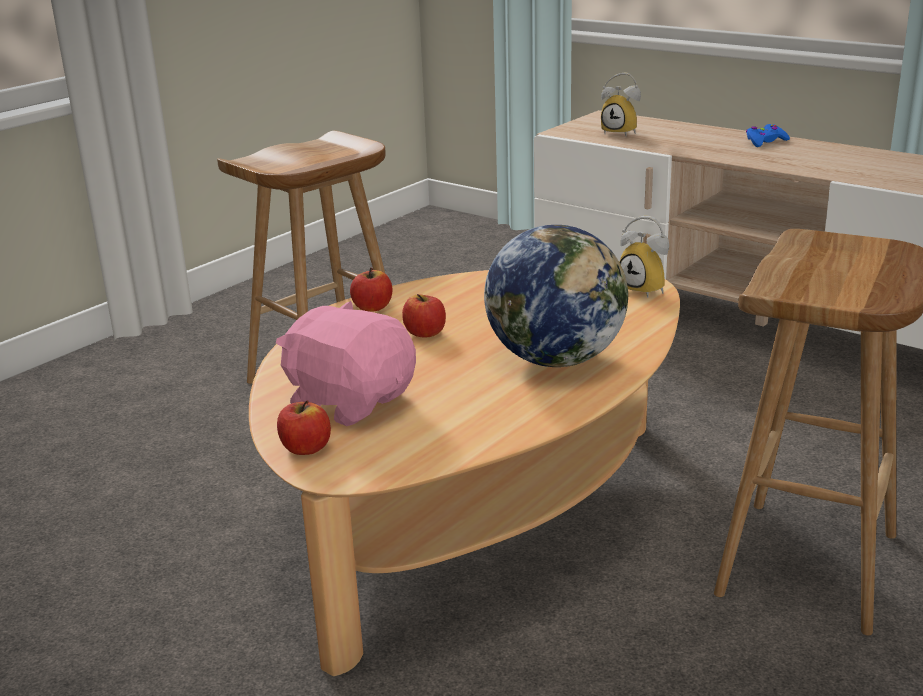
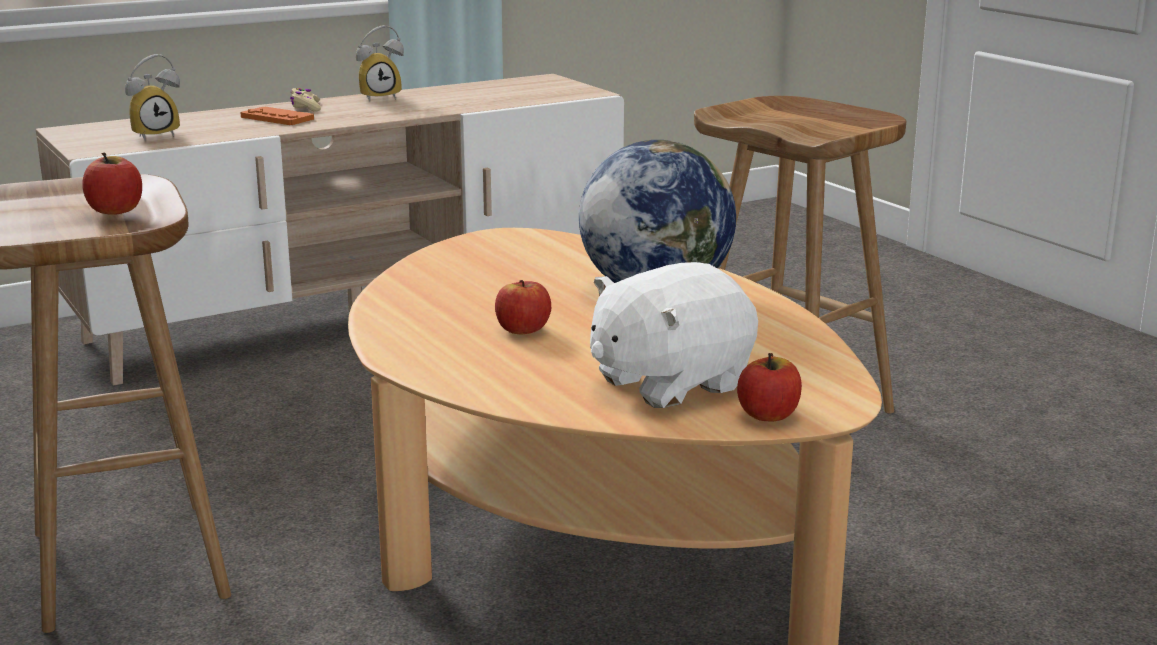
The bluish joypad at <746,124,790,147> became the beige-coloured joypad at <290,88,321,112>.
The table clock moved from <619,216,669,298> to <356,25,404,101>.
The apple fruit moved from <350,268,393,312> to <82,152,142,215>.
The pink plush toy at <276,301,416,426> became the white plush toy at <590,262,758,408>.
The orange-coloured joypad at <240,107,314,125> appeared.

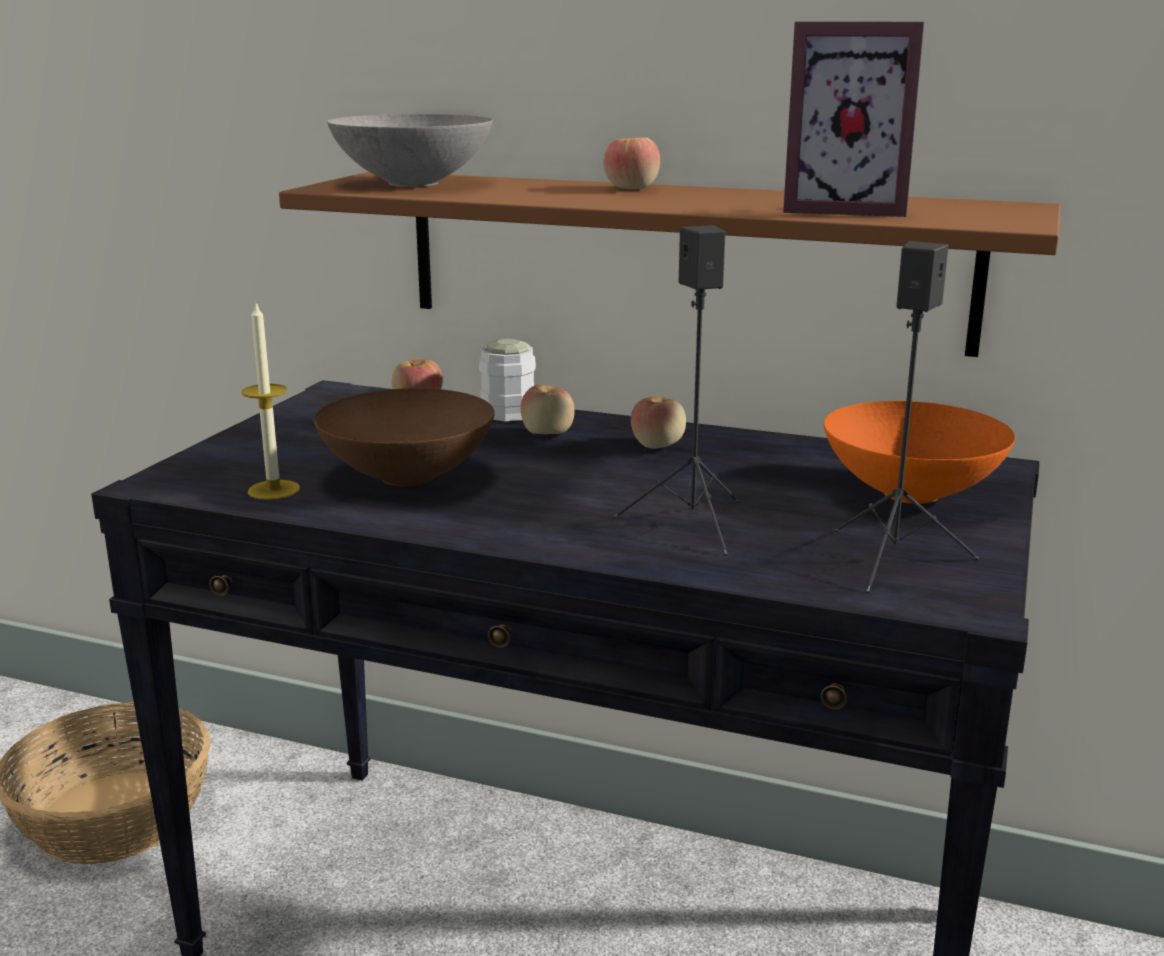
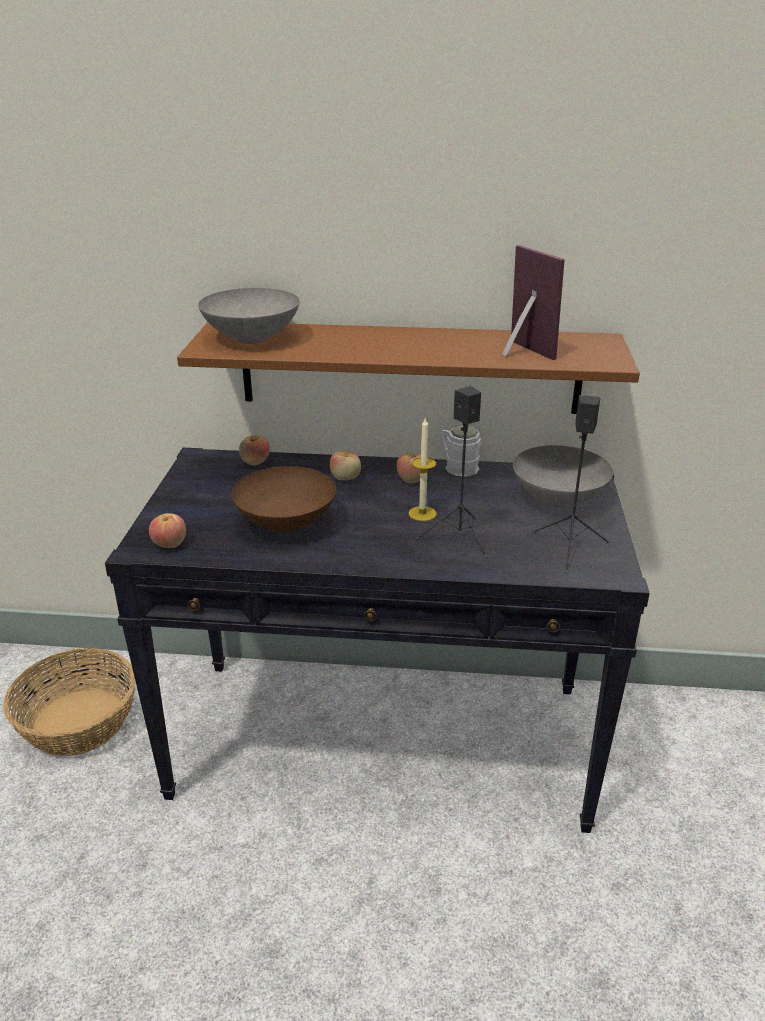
The standing frame at <783,22,924,217> turned 120 degrees counterclockwise.
The apple fruit moved from <604,137,660,189> to <149,513,186,548>.
The wax candle moved from <241,301,300,500> to <409,418,437,521>.
The white mug moved from <479,339,536,421> to <438,425,481,476>.
The orange-coloured bowl at <824,401,1015,504> became the greyish bowl at <513,445,613,507>.

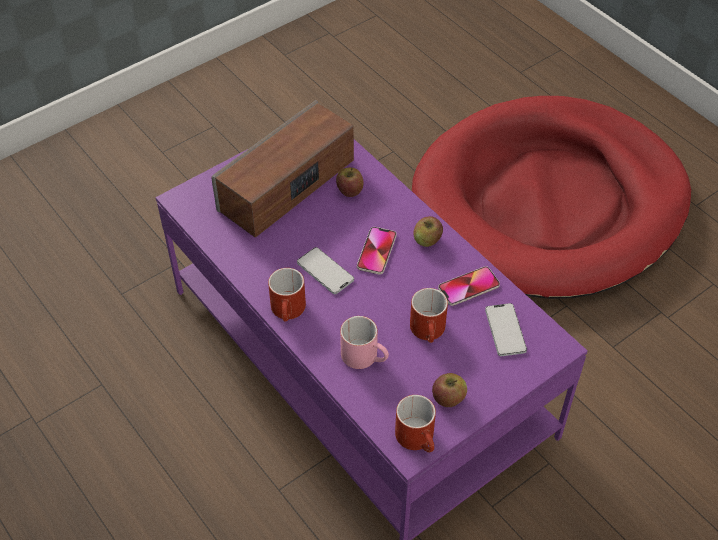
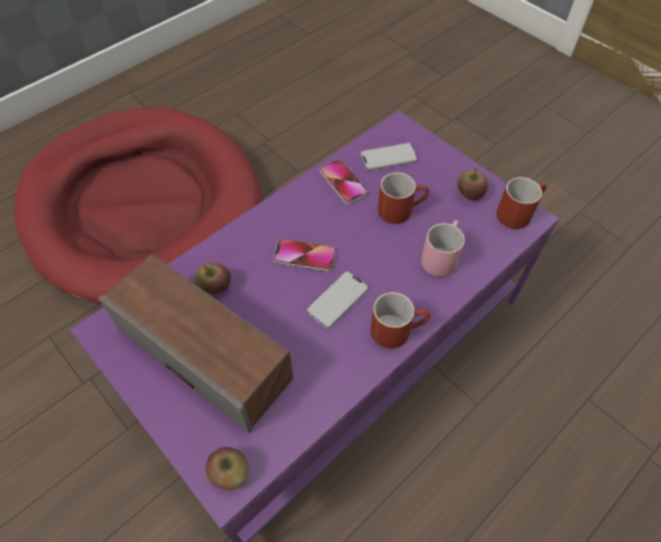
The apple fruit moved from <413,216,443,247> to <206,447,248,490>.

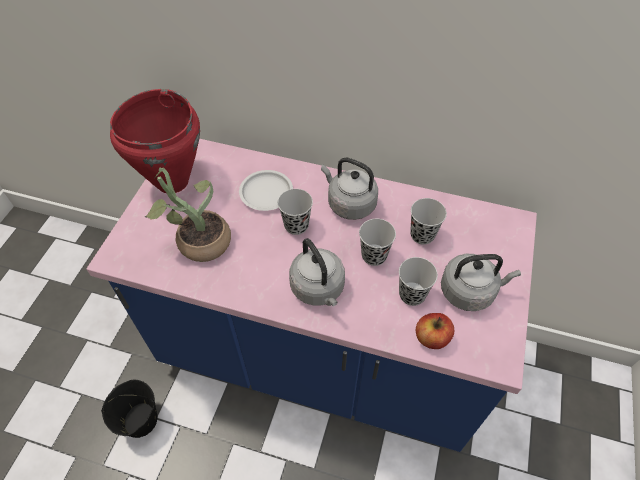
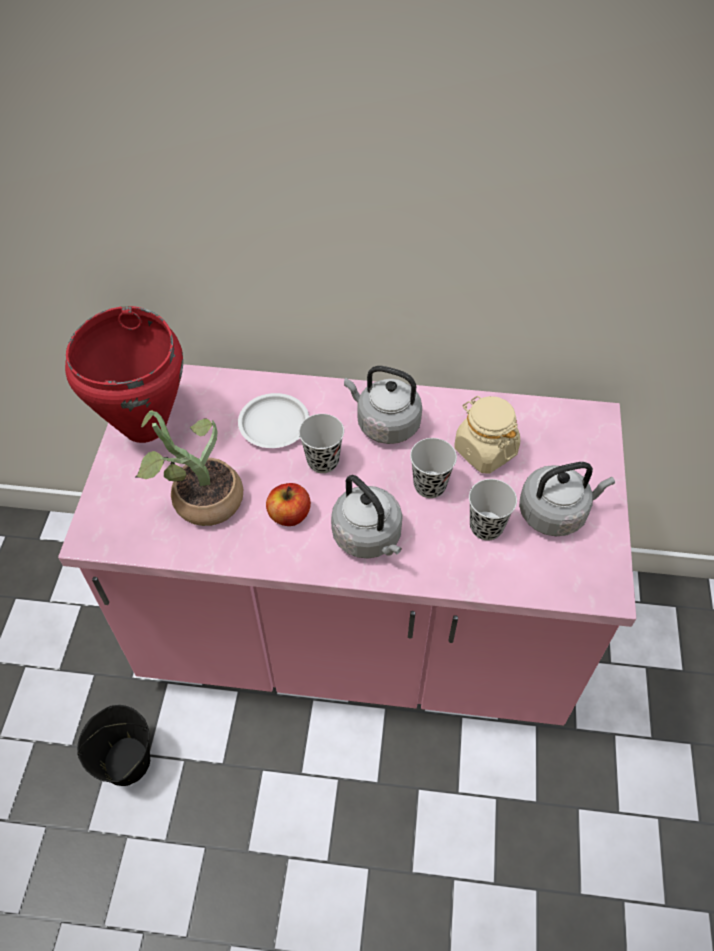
The bluish counter at <87,139,537,452> became the pink counter at <58,364,636,725>.
The blackish small cup at <410,198,447,245> was replaced by the beige-coloured jar at <454,396,520,474>.
The apple fruit moved from <416,313,454,349> to <266,483,311,526>.

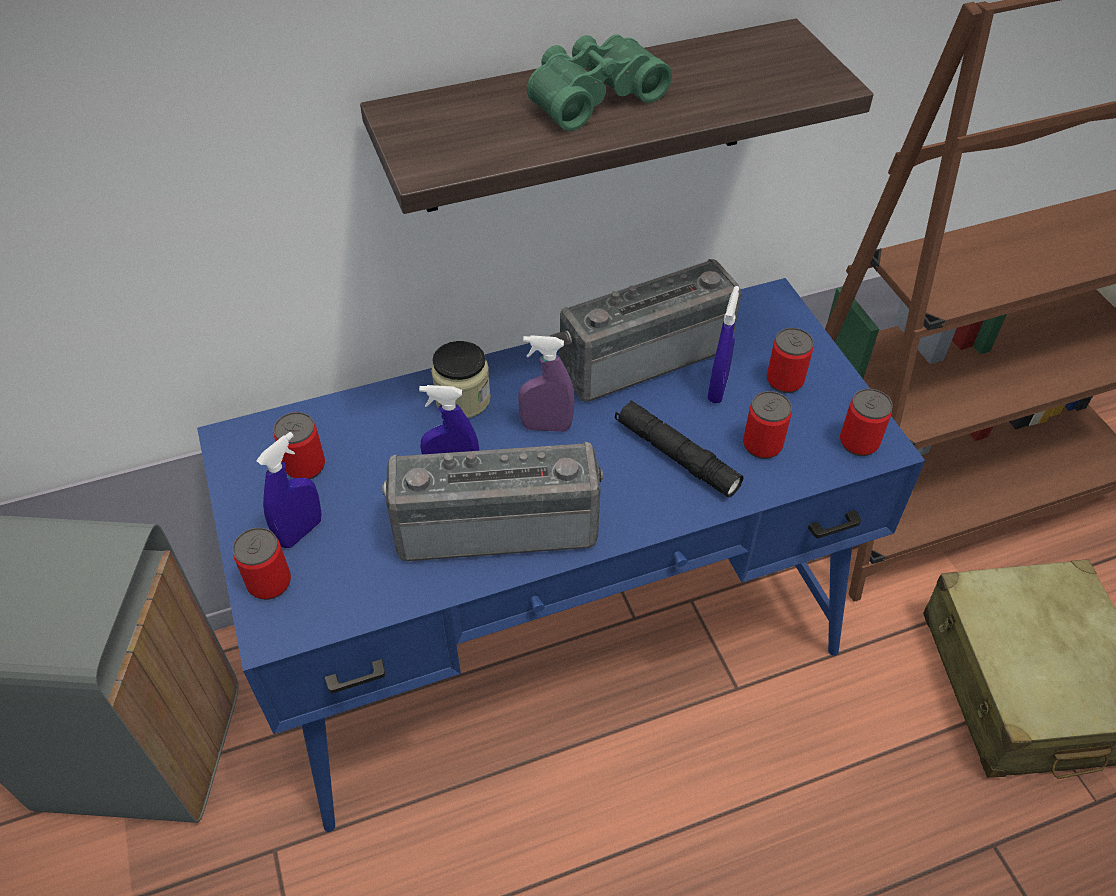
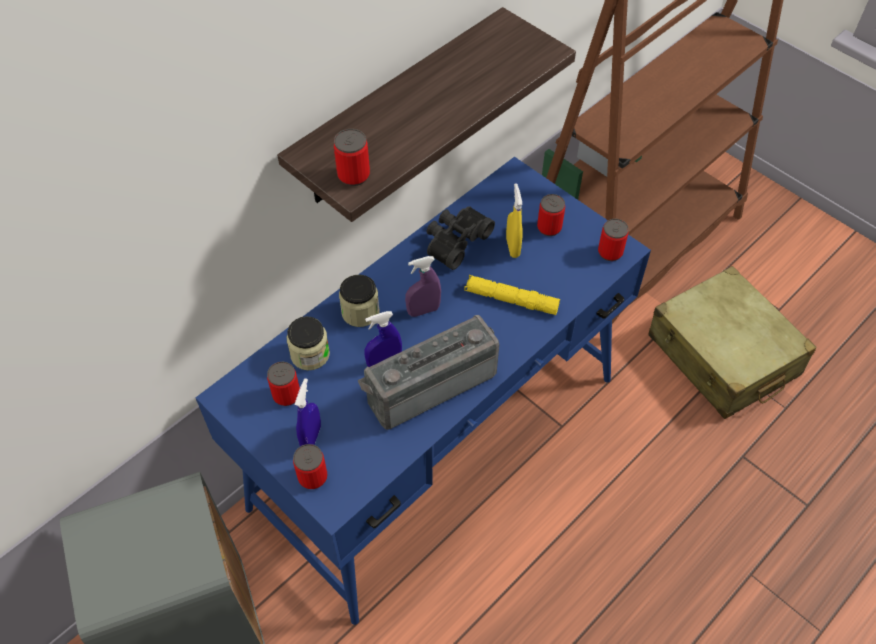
The greenish binoculars at <527,34,672,131> disappeared.
The radio receiver at <550,259,741,402> was replaced by the blackish binoculars at <427,206,495,270>.
The bluish spray bottle at <707,286,739,404> became the yellowish spray bottle at <506,183,523,258>.
The sealed can moved from <743,391,792,459> to <334,129,370,186>.
The blackish hand torch at <615,400,744,498> became the yellowish hand torch at <464,275,560,315>.
The jar at <287,316,330,370> appeared.

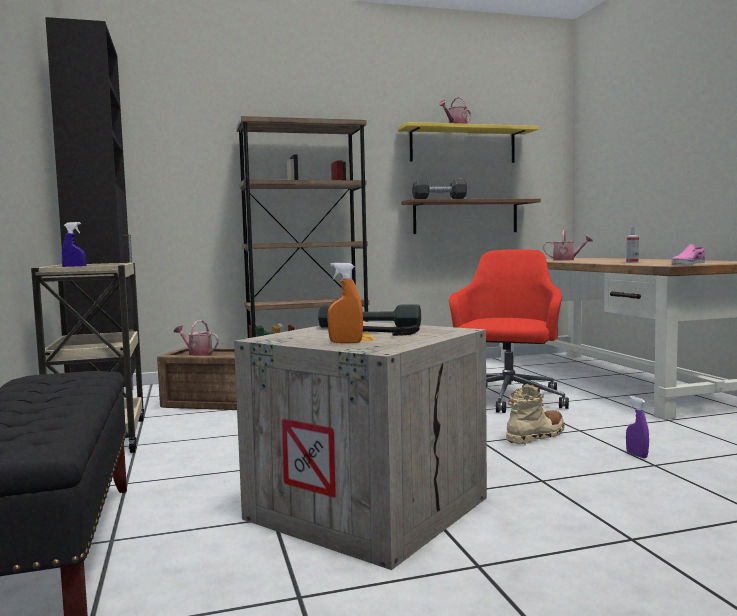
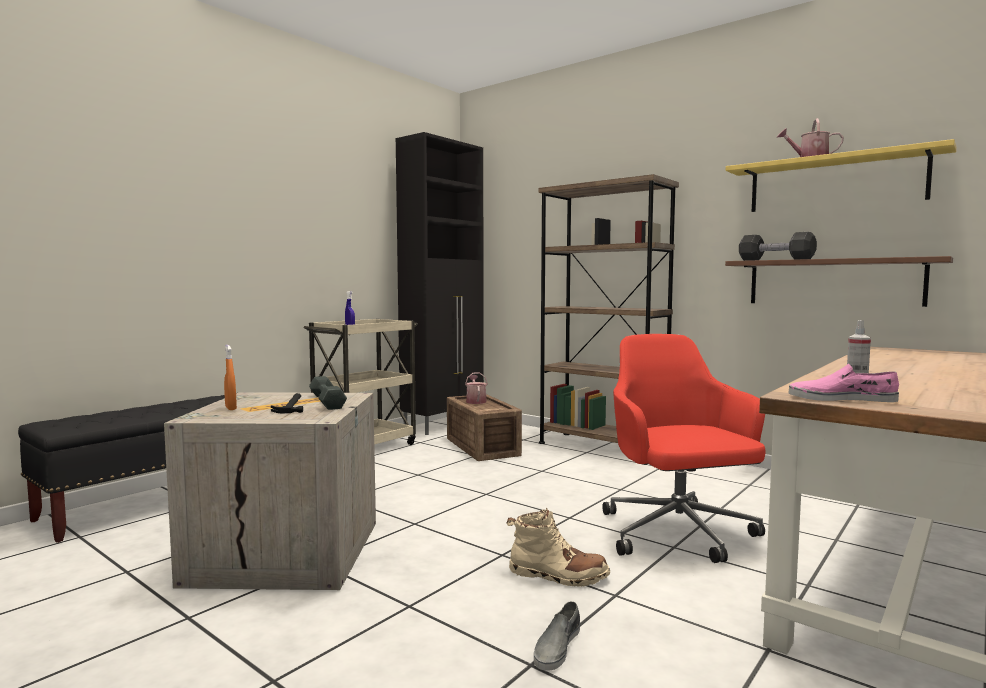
The sprinkling can at <543,230,593,261> disappeared.
The red desk chair at <449,249,569,413> turned 90 degrees counterclockwise.
The purple-coloured spray bottle at <626,396,649,458> was replaced by the greyish item of footwear at <534,601,580,671>.

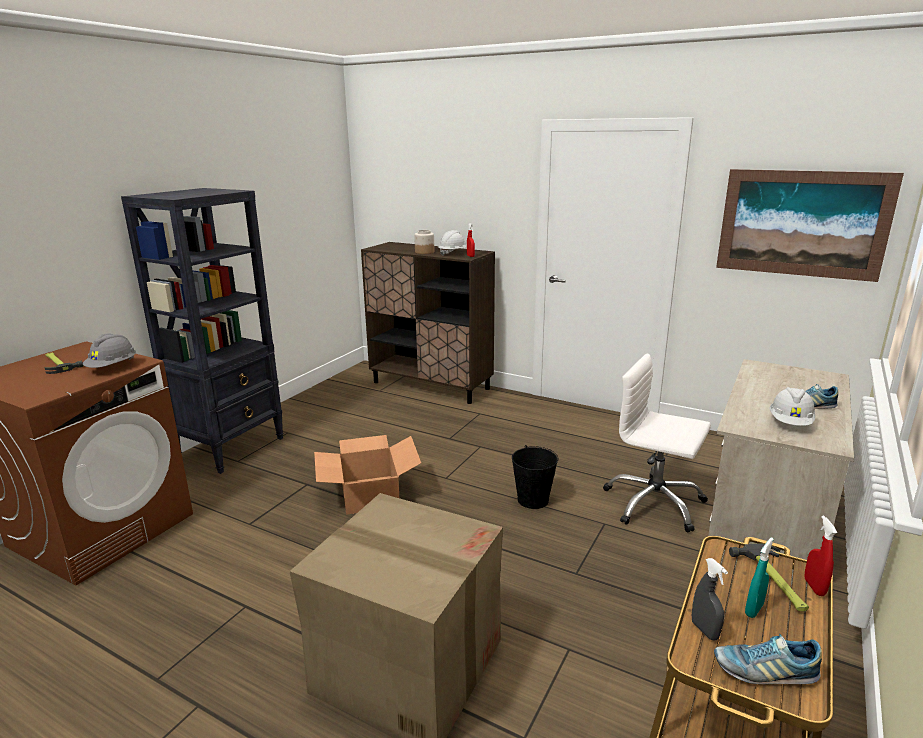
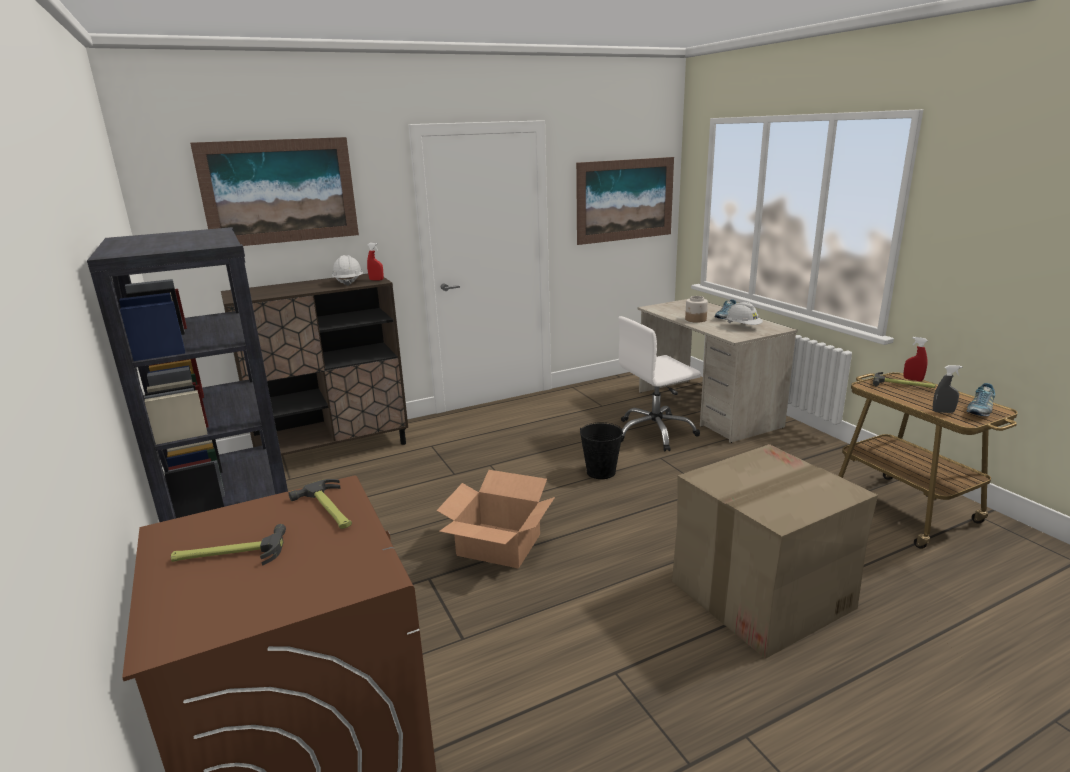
The jar moved from <414,230,434,254> to <685,296,708,323>.
The greyish hard hat at <83,333,136,368> was replaced by the hammer at <289,479,352,529>.
The turquoise spray bottle at <745,537,774,618> disappeared.
The wall art at <190,137,359,246> appeared.

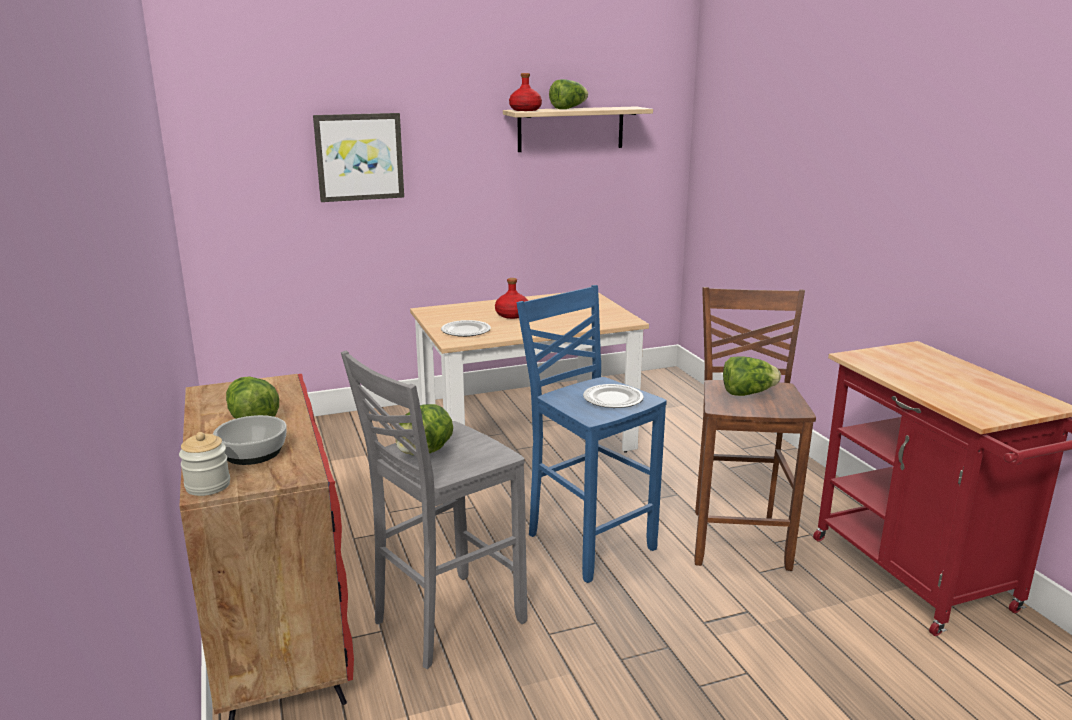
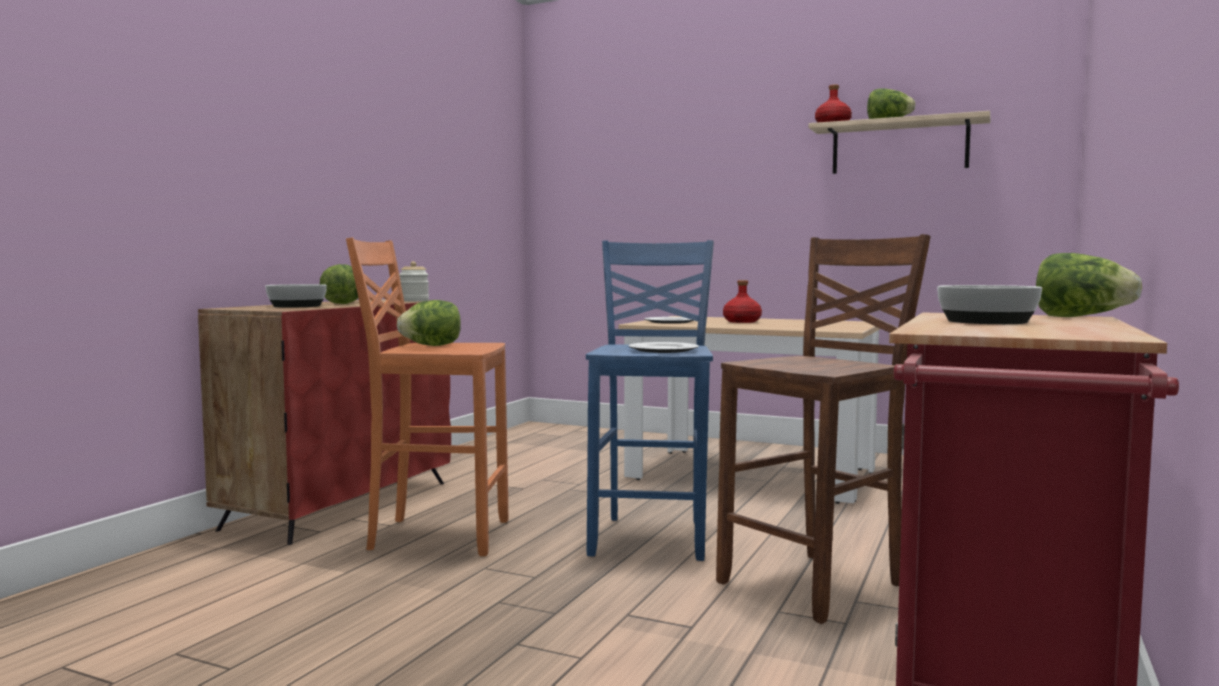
The wall art at <313,113,404,202> disappeared.
The greyish stool at <341,350,527,669> became the orange-coloured stool at <346,237,508,556>.
The head of lettuce moved from <723,356,781,396> to <1036,253,1142,317>.
The jar moved from <179,432,230,496> to <399,261,429,301>.
The bowl at <937,285,1042,324> appeared.

